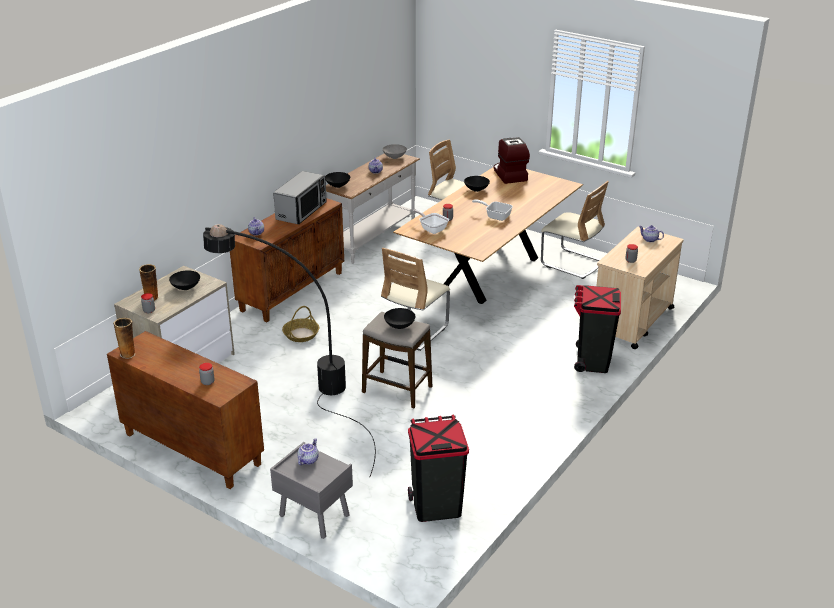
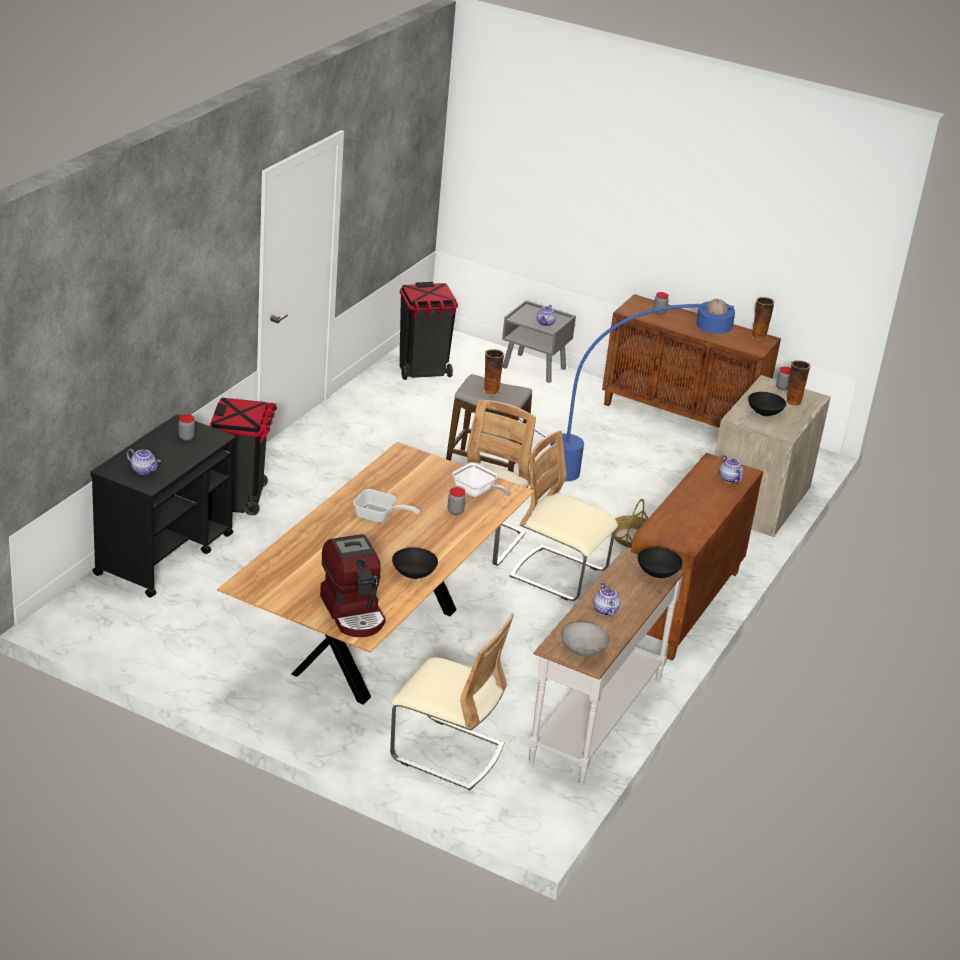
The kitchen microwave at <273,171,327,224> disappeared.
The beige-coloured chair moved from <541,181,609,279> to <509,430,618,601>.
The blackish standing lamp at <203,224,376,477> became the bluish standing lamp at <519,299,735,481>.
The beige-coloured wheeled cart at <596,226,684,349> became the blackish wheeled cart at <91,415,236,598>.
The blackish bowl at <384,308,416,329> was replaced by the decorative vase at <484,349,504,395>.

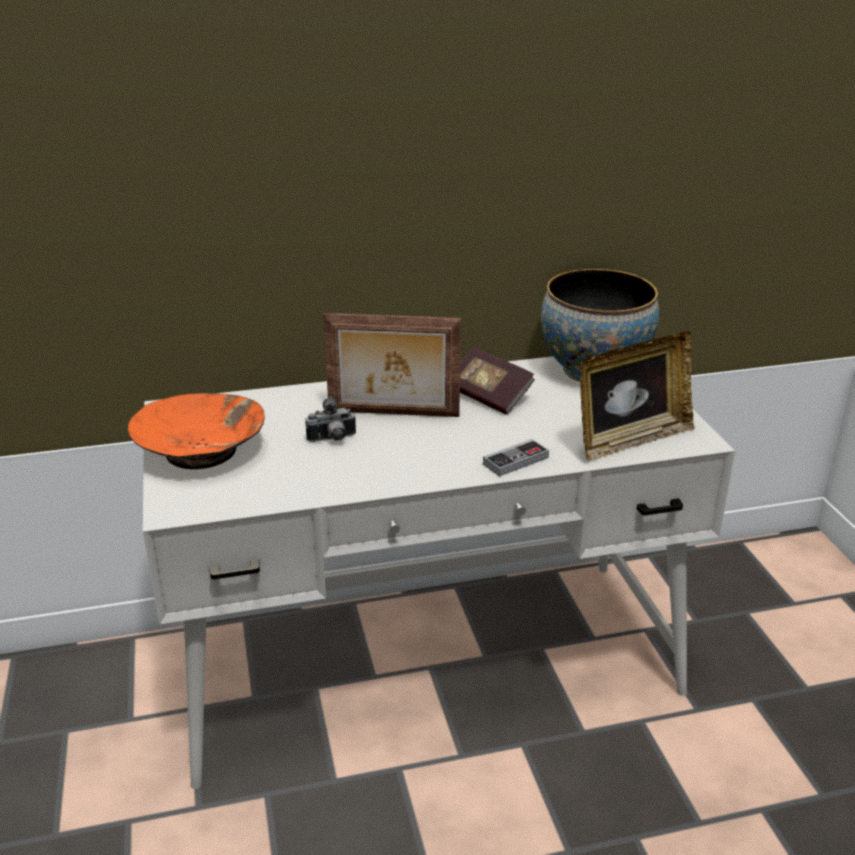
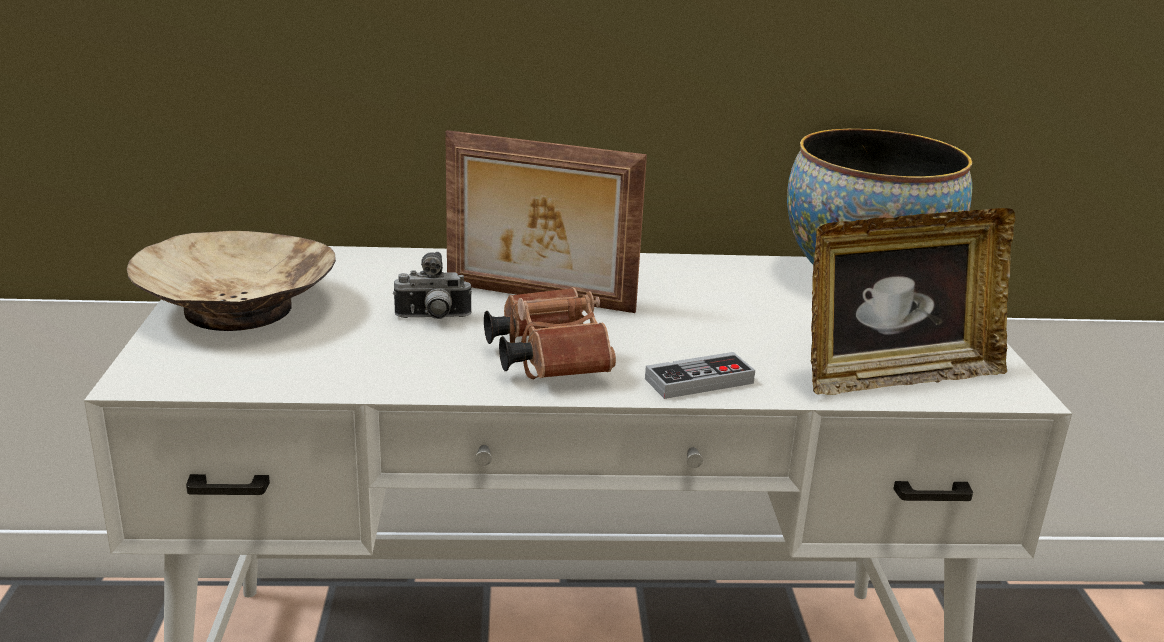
The bound book at <460,347,535,415> disappeared.
The orange-coloured bowl at <128,393,265,469> became the beige-coloured bowl at <127,231,336,331>.
The brown binoculars at <484,287,616,379> appeared.

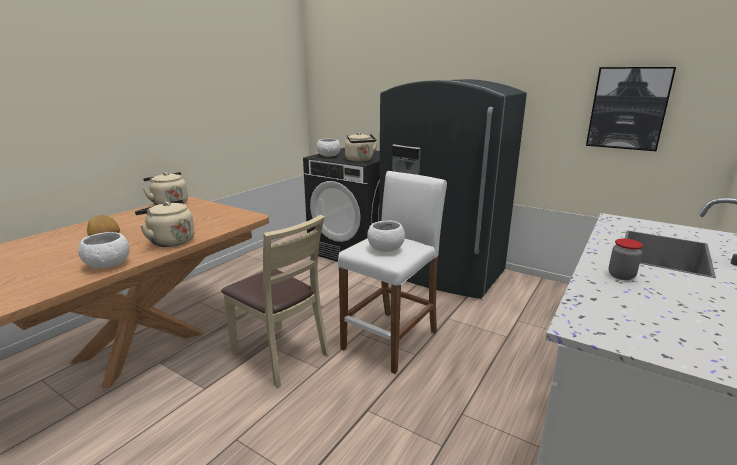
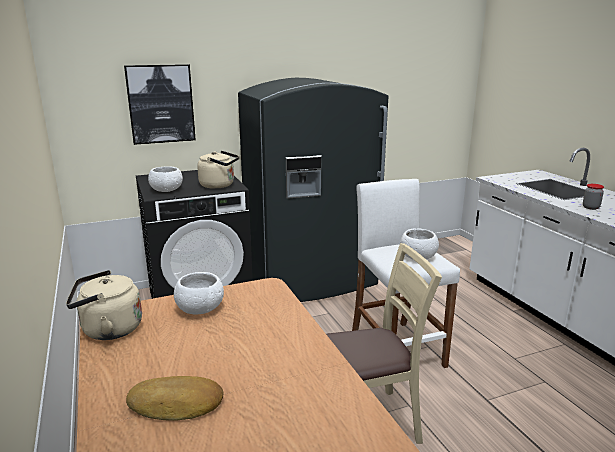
The wall art moved from <586,67,676,151> to <124,64,196,145>.
The beige-coloured tea kettle at <135,200,195,247> disappeared.
The white bowl moved from <78,232,130,269> to <174,272,224,314>.

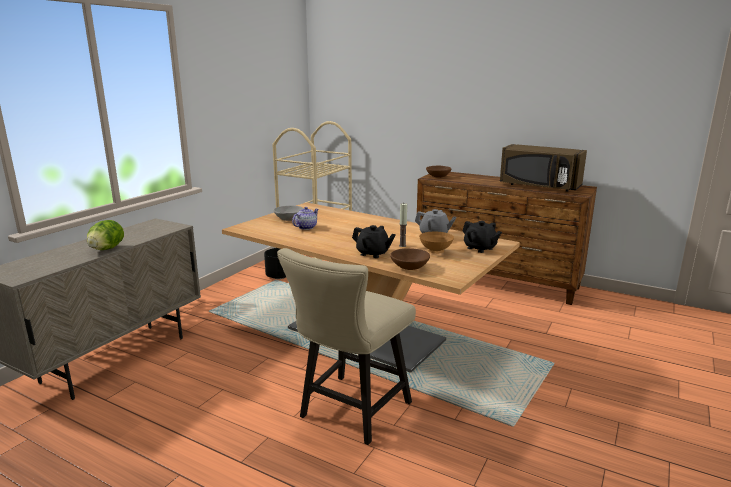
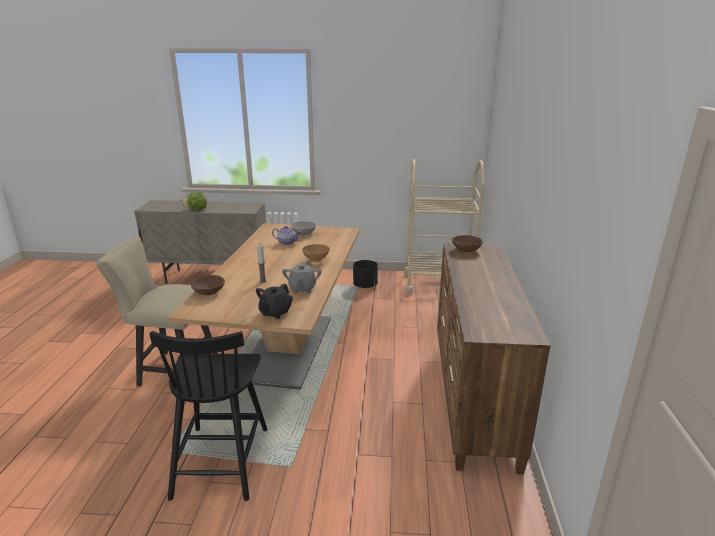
The brown kitchen microwave at <500,144,587,192> disappeared.
The blackish pot for tea at <352,225,396,258> disappeared.
The brown bowl moved from <419,232,454,254> to <302,244,330,263>.
The blackish chair at <149,331,267,501> appeared.

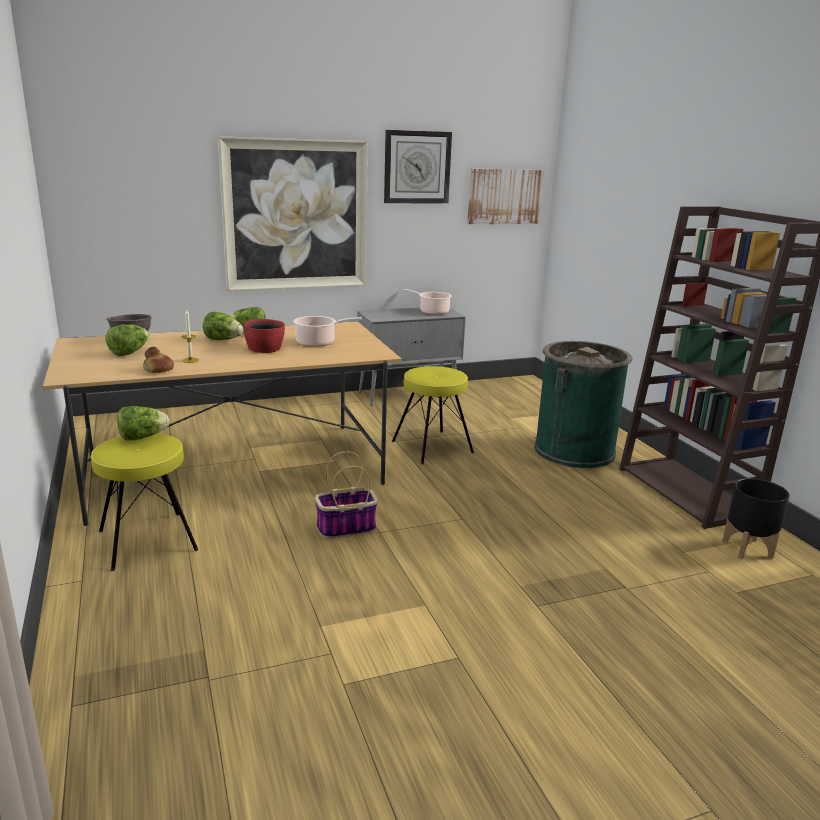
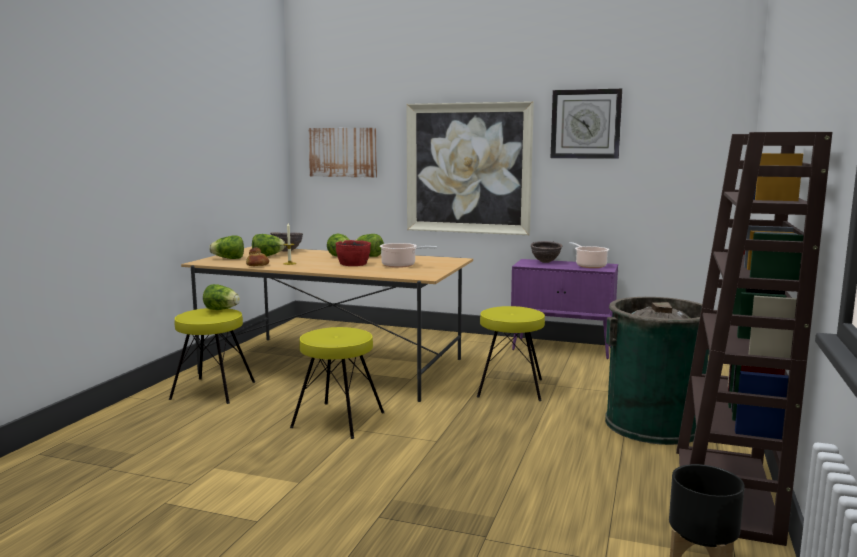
The wall art moved from <467,169,544,224> to <308,128,377,178>.
The greyish storage cabinet at <357,308,466,406> became the purple-coloured storage cabinet at <511,259,618,359>.
The basket at <315,451,378,538> was replaced by the yellowish stool at <290,327,384,439>.
The head of lettuce at <209,236,244,259> appeared.
The brown bowl at <531,241,562,263> appeared.

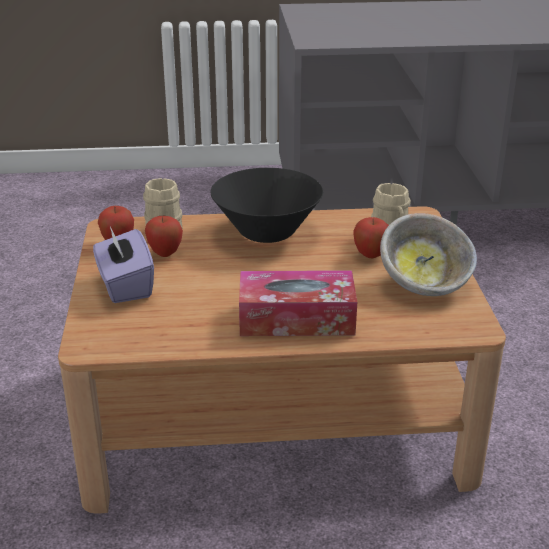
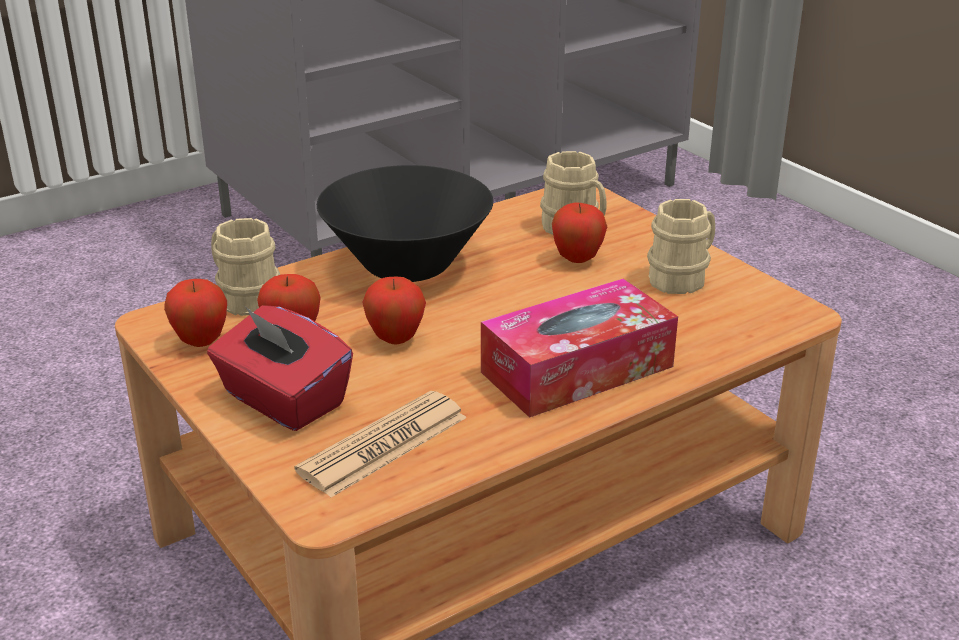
The bowl at <380,213,477,296> was replaced by the beige-coloured mug at <647,199,715,294>.
The purple-coloured box of tissues at <93,226,154,303> became the red box of tissues at <207,305,353,431>.
The apple fruit at <362,277,426,345> appeared.
The newspaper at <295,391,467,497> appeared.

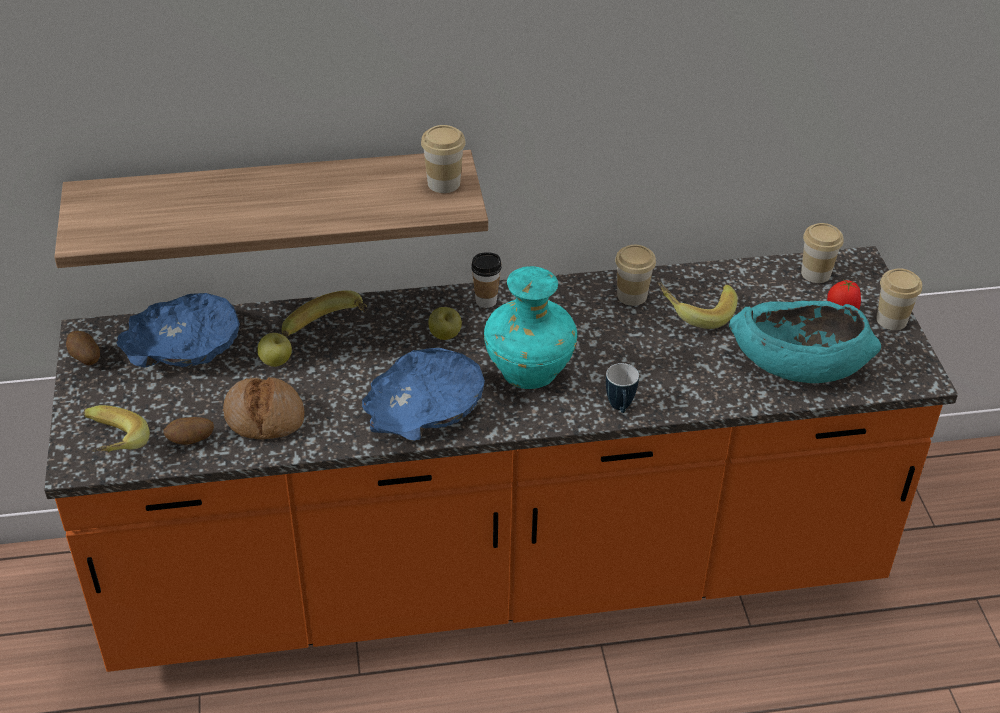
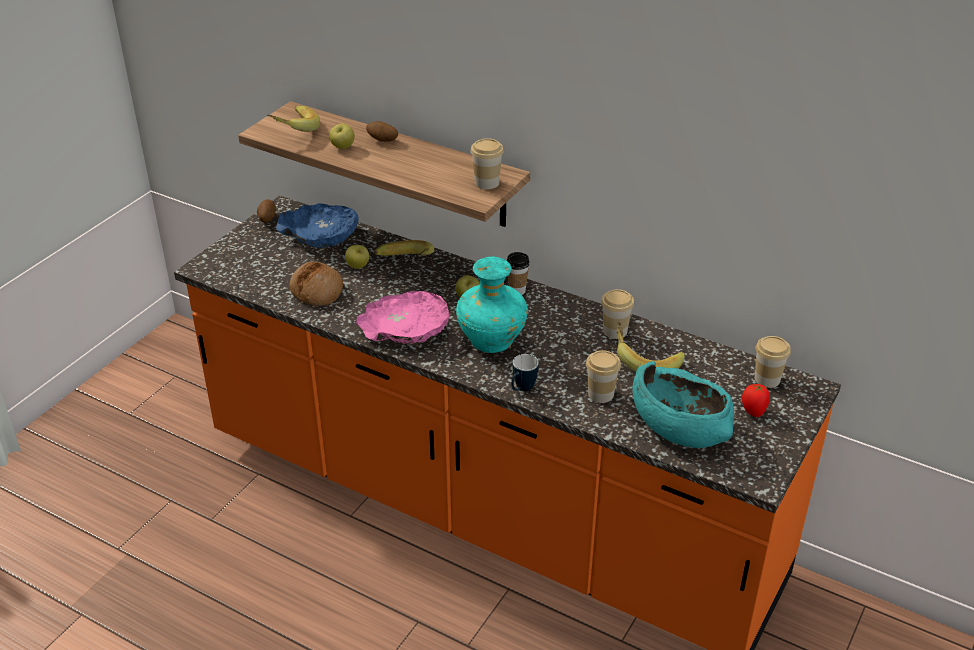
The small cup moved from <876,268,922,330> to <586,350,621,403>.
The bluish bowl at <362,348,485,440> became the pink bowl at <356,291,450,344>.
The banana moved from <83,405,150,453> to <267,106,320,132>.
The spud moved from <163,417,214,444> to <366,121,398,142>.
The apple fruit at <329,124,355,149> appeared.

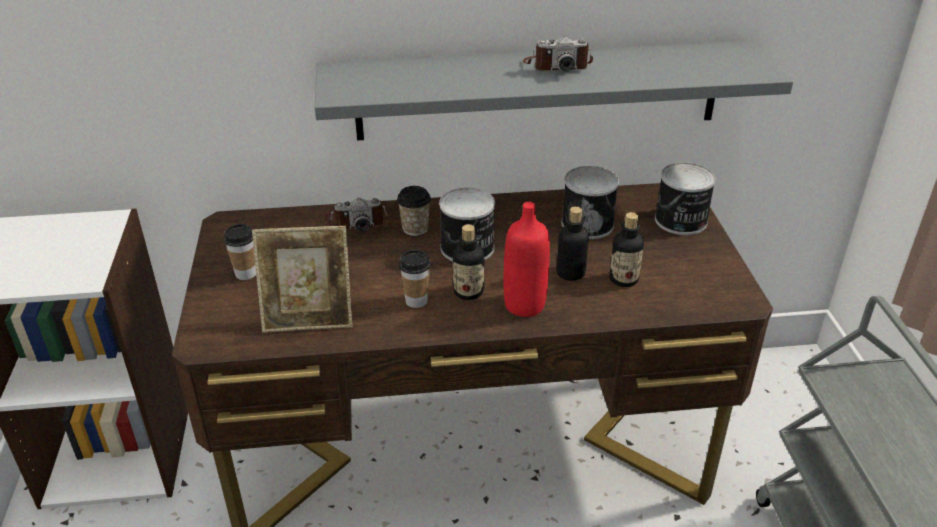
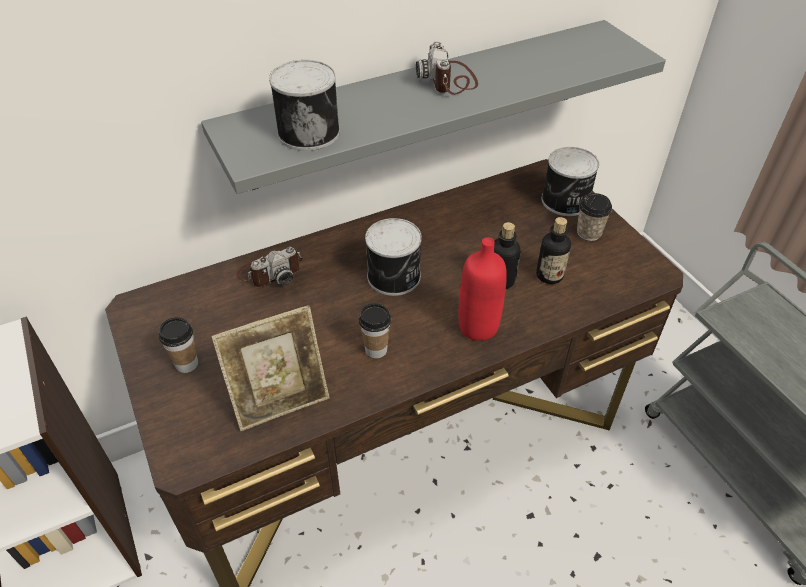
The still camera at <523,37,593,72> turned 105 degrees clockwise.
The sealed can moved from <562,166,619,239> to <269,60,340,151>.
The small cup moved from <397,186,431,236> to <577,193,612,241>.
The beverage bottle at <452,224,485,300> disappeared.

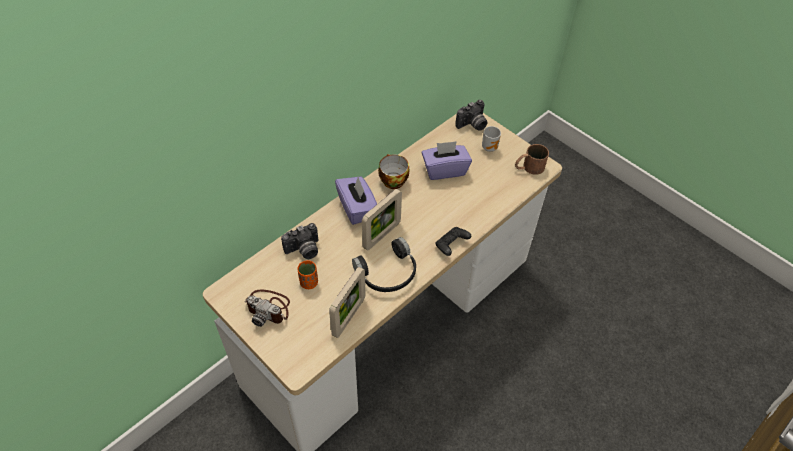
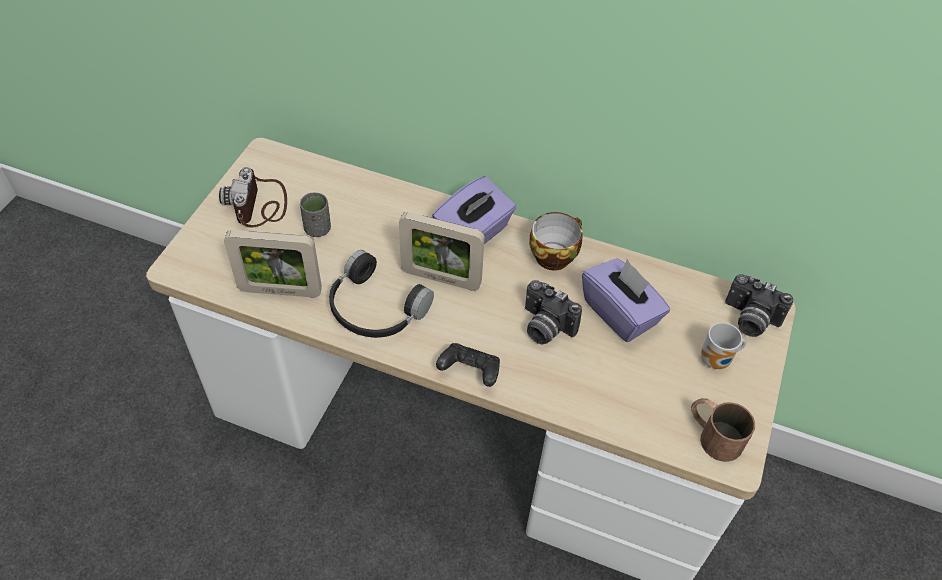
The still camera moved from <281,223,318,259> to <525,280,582,345>.
The orange-coloured small cup at <297,260,318,289> became the greyish small cup at <300,193,331,237>.

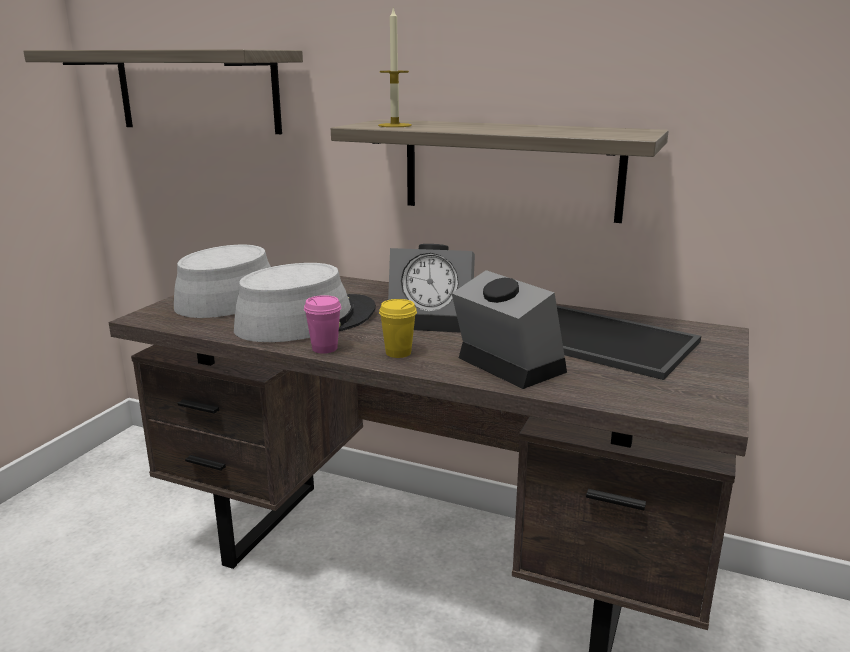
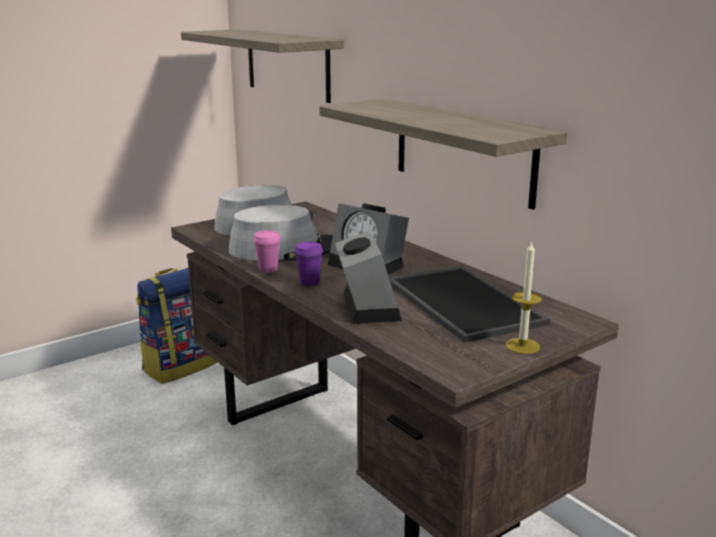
The wax candle moved from <378,7,412,127> to <505,240,542,354>.
The yellowish small cup at <379,299,417,358> became the purple-coloured small cup at <294,241,323,286>.
The backpack at <136,268,218,384> appeared.

